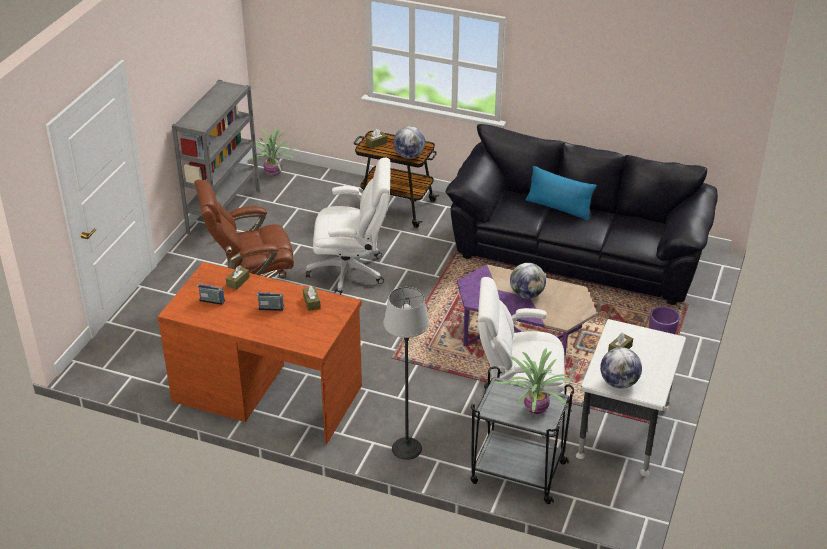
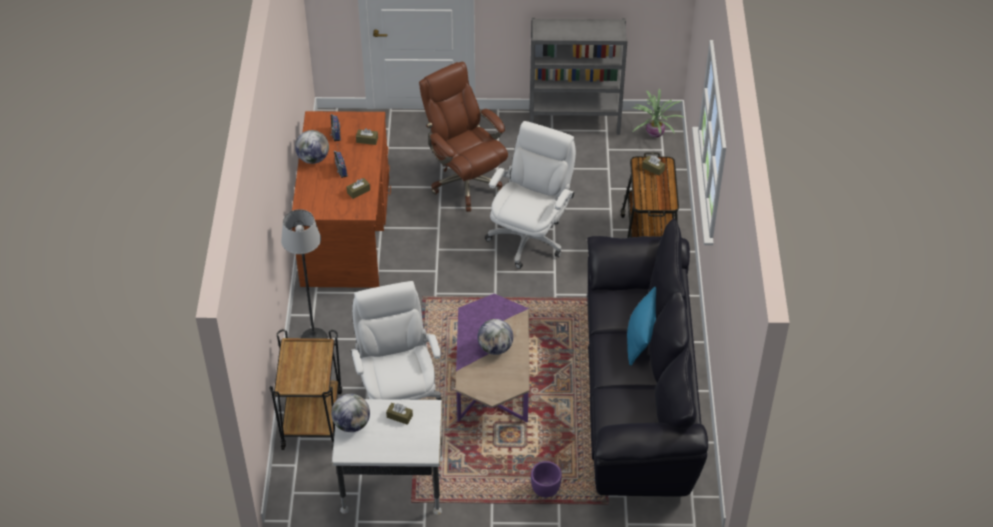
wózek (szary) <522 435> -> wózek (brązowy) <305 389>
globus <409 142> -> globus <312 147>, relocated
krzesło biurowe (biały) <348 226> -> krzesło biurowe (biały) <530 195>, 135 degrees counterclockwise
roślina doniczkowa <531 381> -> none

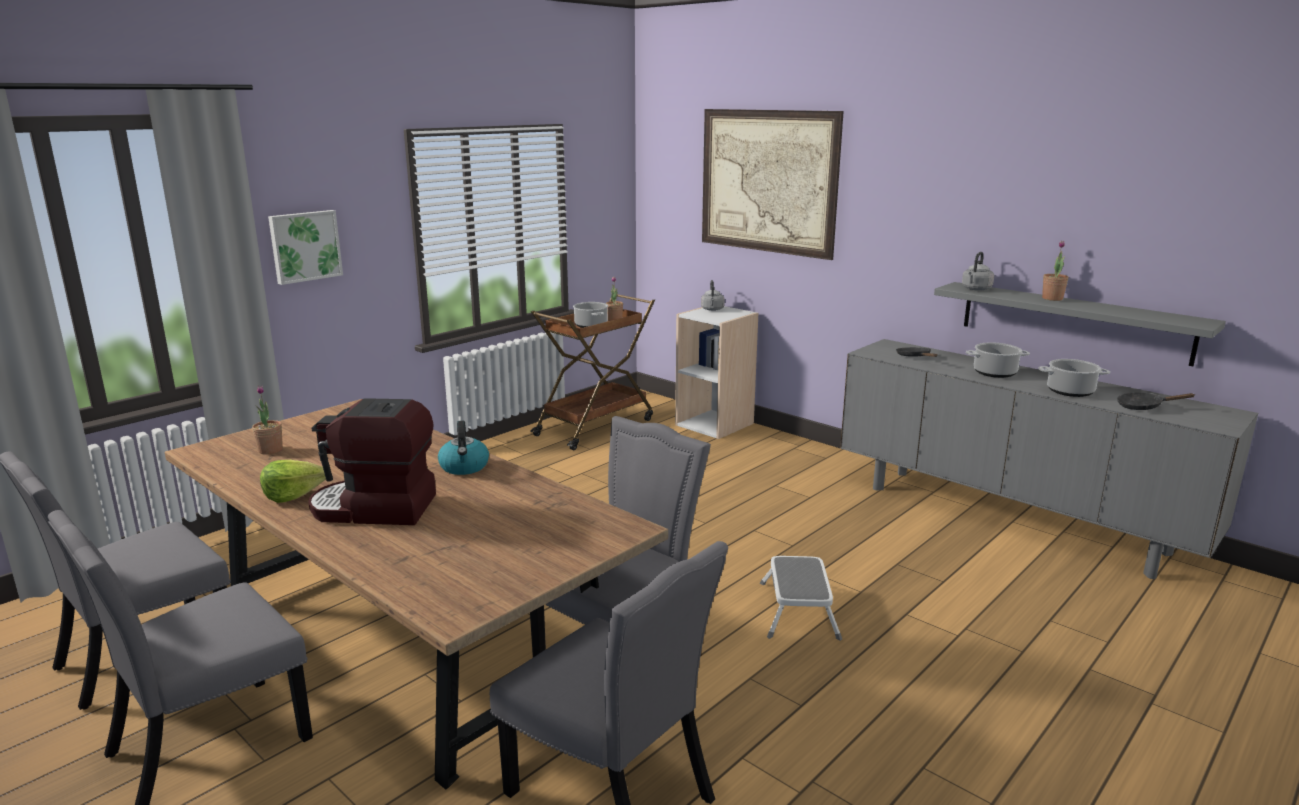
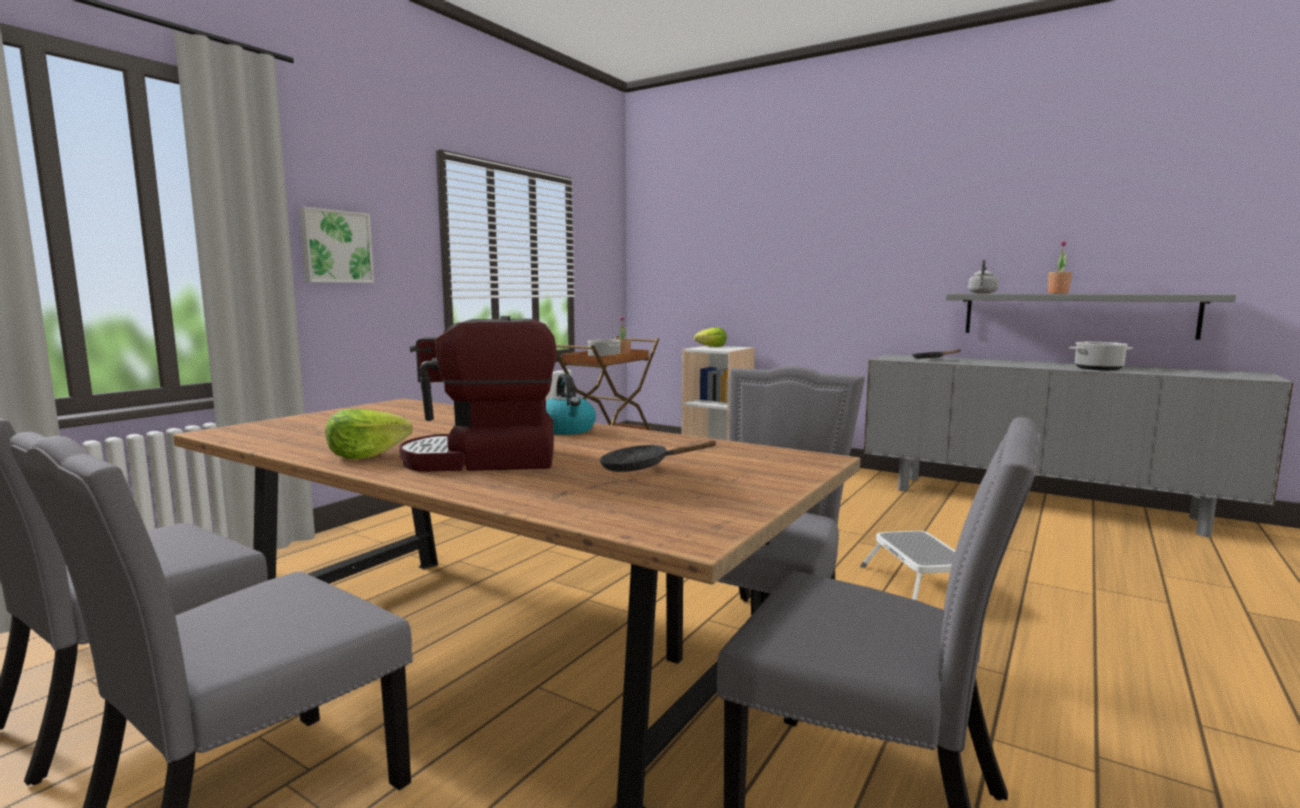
patelnia (czarny) <1155 401> -> patelnia (czarny) <658 456>, relocated
czajnik (szary) <713 295> -> sałata <710 337>
roślina doniczkowa <267 420> -> none
obraz <773 184> -> none
garnek <998 360> -> none

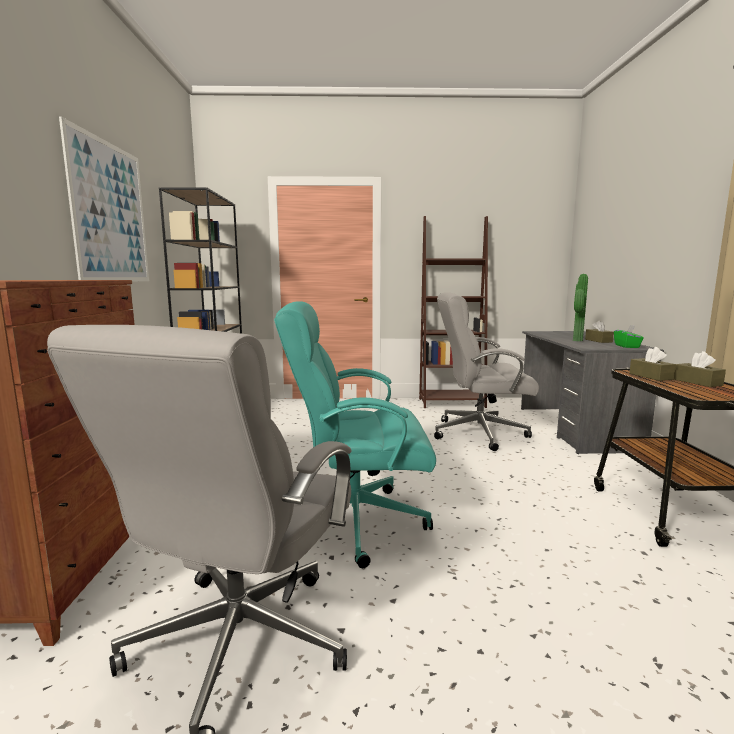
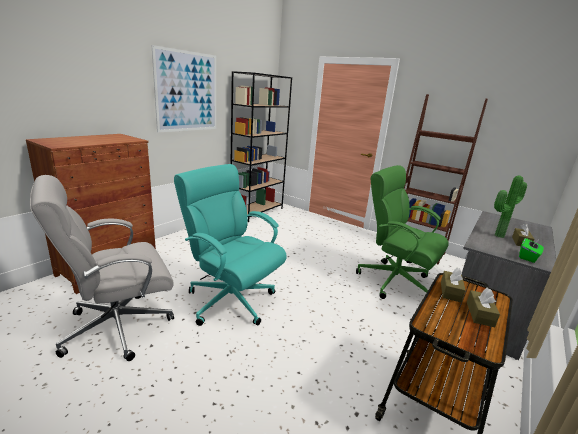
krzesło biurowe (szary) <486 371> -> krzesło biurowe (zielony) <402 232>

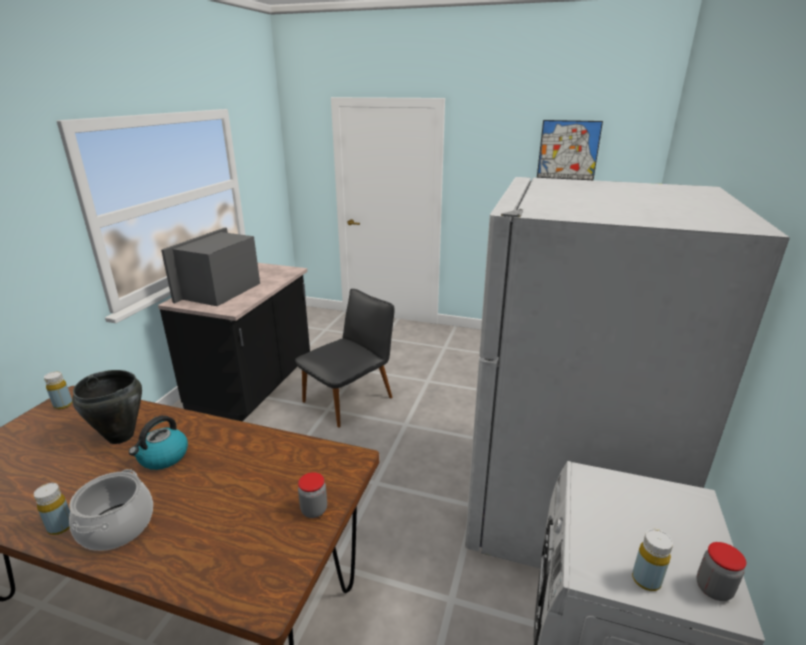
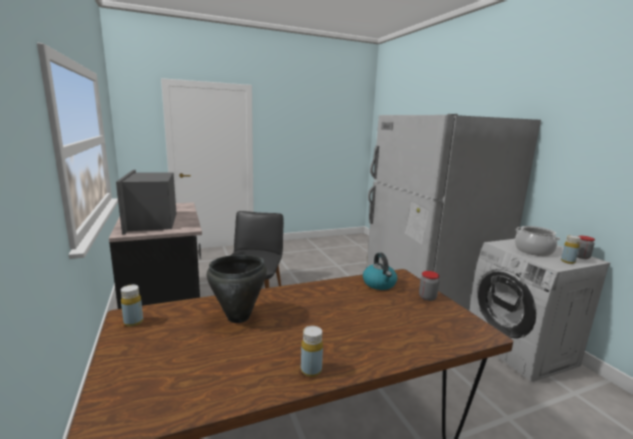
czajnik <158 442> -> czajnik <380 271>, relocated
garnek <111 510> -> garnek <537 241>, relocated
obraz <570 150> -> none

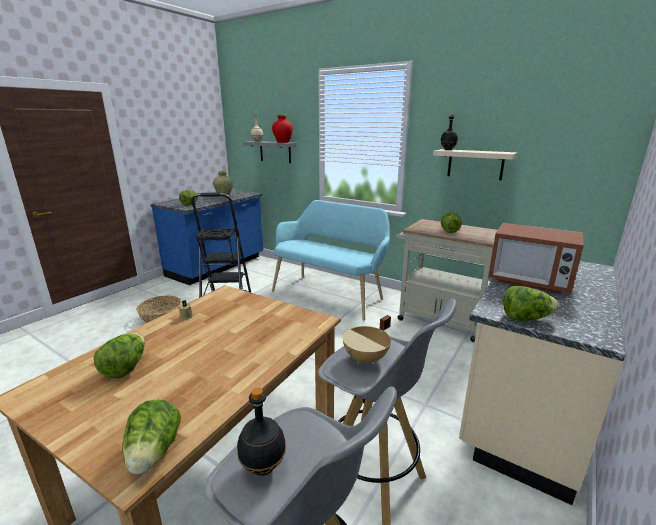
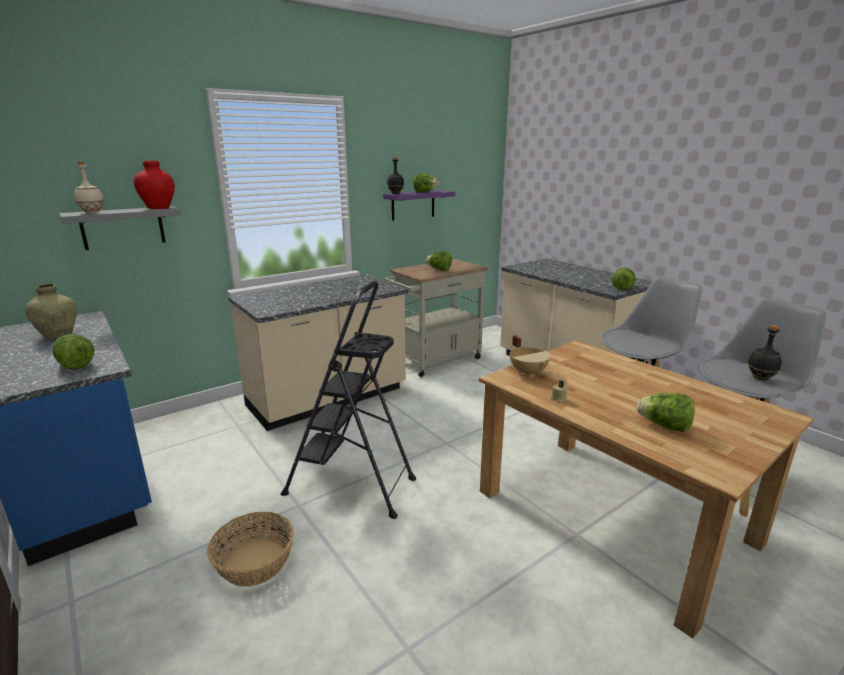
ławka (turkusowy) <331 260> -> zabudowa kuchenna (beżowy) <318 352>
półka (beżowy) <475 164> -> półka (fioletowy) <419 205>
sałata <151 436> -> sałata <426 182>, relocated
garnek (beżowy) <366 339> -> garnek (beżowy) <530 356>, relocated
mikrofalówka <536 258> -> none

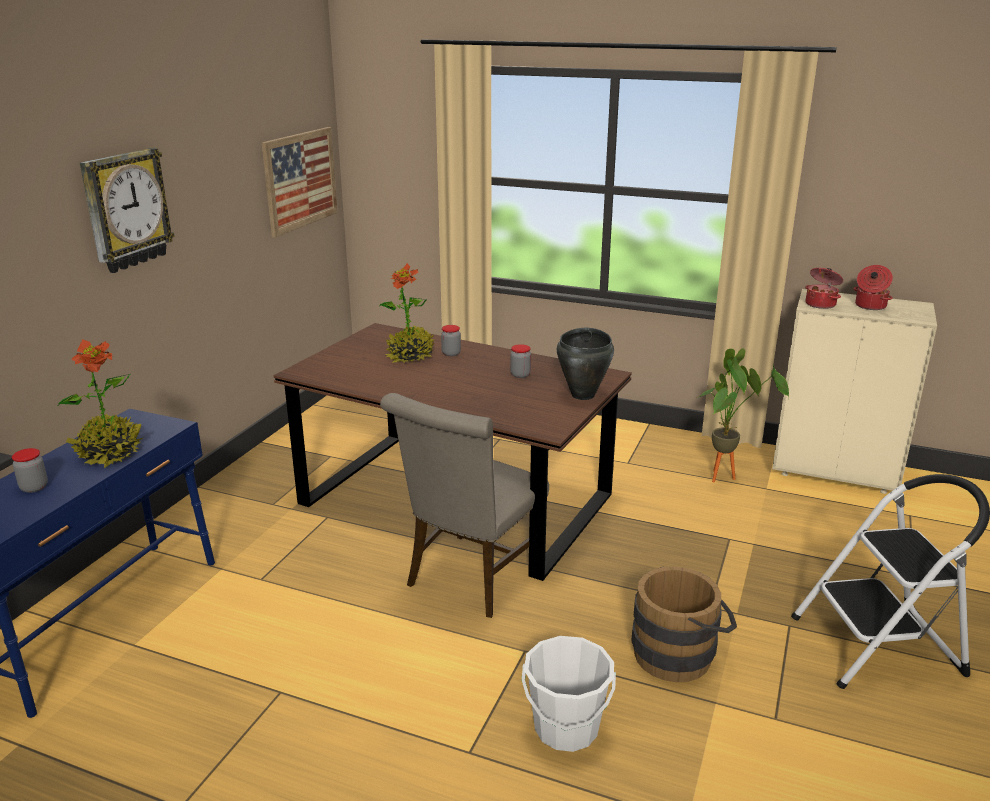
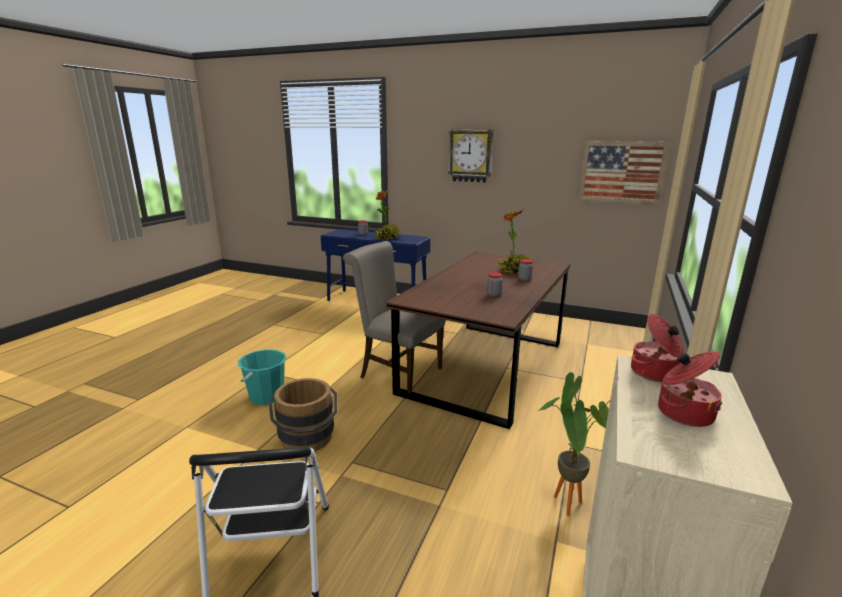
wiadro (biały) <569 694> -> wiadro (turkusowy) <262 377>
garnek (czarny) <585 364> -> none

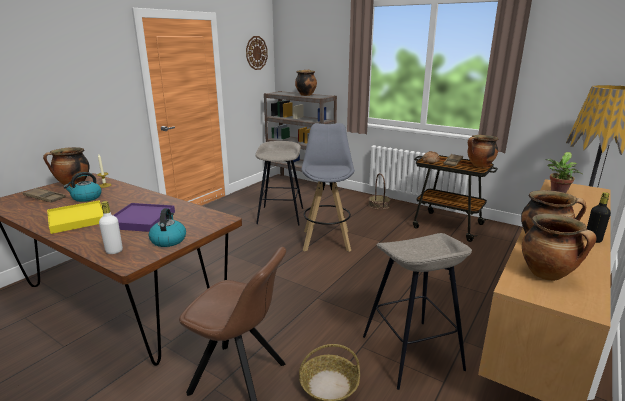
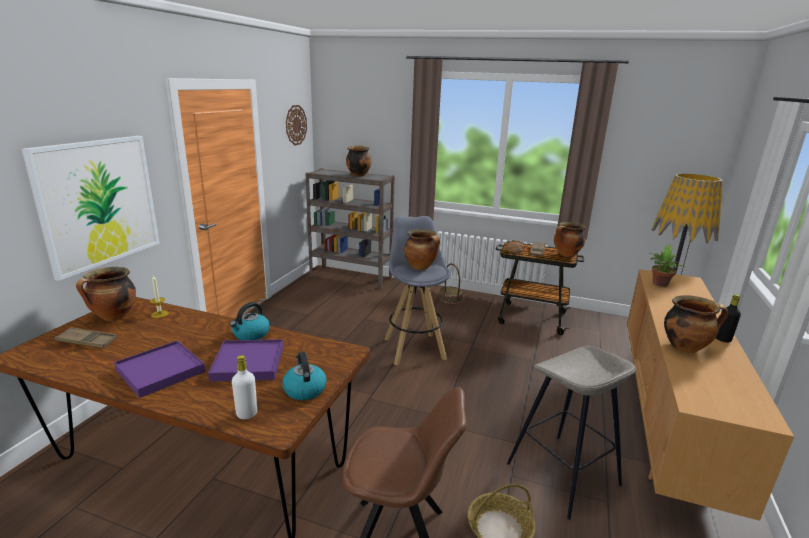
none -> obraz <91 208>
taca (żółty) <75 217> -> taca (fioletowy) <160 369>
czajnik <83 187> -> czajnik <250 321>, relocated
garnek <559 247> -> garnek <422 249>, relocated
stołek (szary) <279 183> -> none

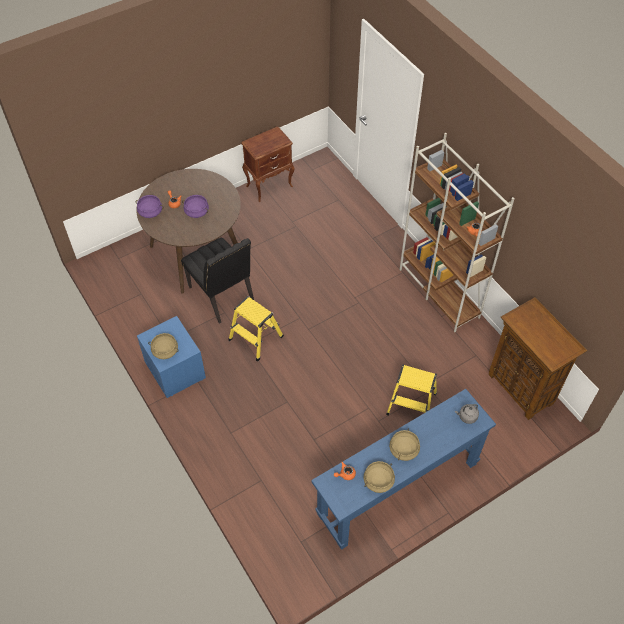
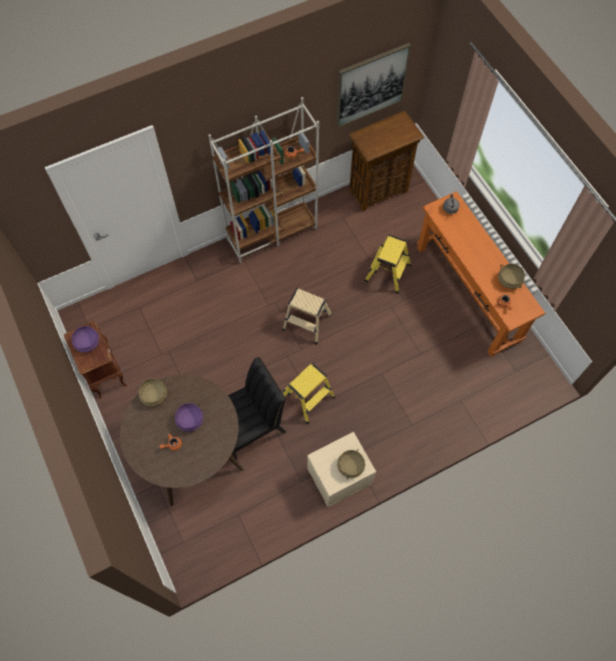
garnek (fioletowy) <150 206> -> garnek (fioletowy) <85 338>, relocated
garnek (beżowy) <404 444> -> garnek (beżowy) <152 392>, relocated
none -> drabinka (beżowy) <307 316>
szafka nocna (niebieski) <171 357> -> szafka nocna (beżowy) <341 469>
none -> obraz <373 85>
stolik konsolowy (niebieski) <403 469> -> stolik konsolowy (pomarańczowy) <481 274>

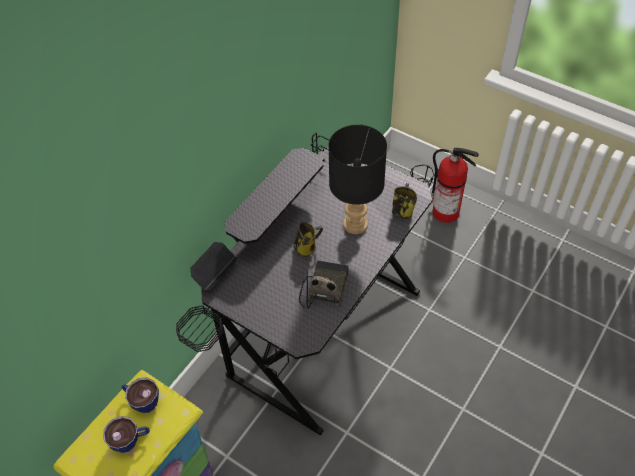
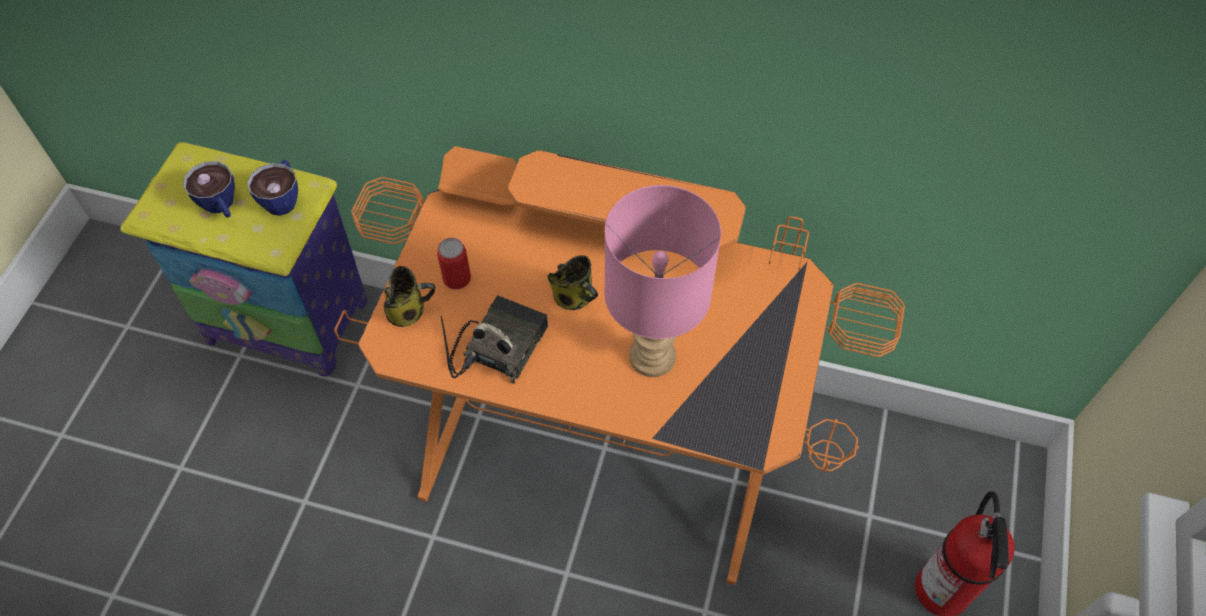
biurko (czarny) <305 279> -> biurko (pomarańczowy) <619 365>
kubek <404 201> -> kubek <409 296>, relocated
none -> puszka <454 263>
radio <324 285> -> radio <494 339>, 60 degrees counterclockwise
lampa stołowa (czarny) <357 179> -> lampa stołowa (różowy) <662 281>

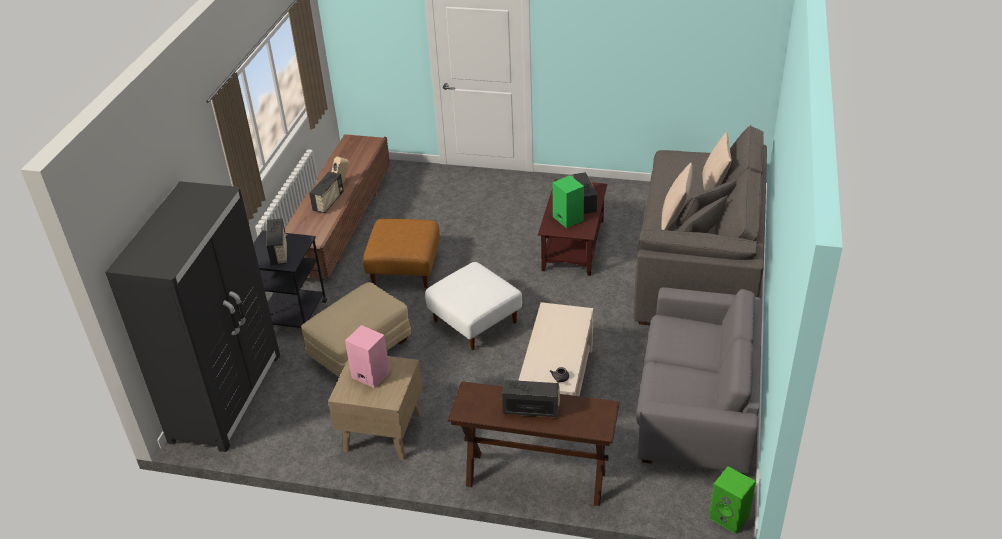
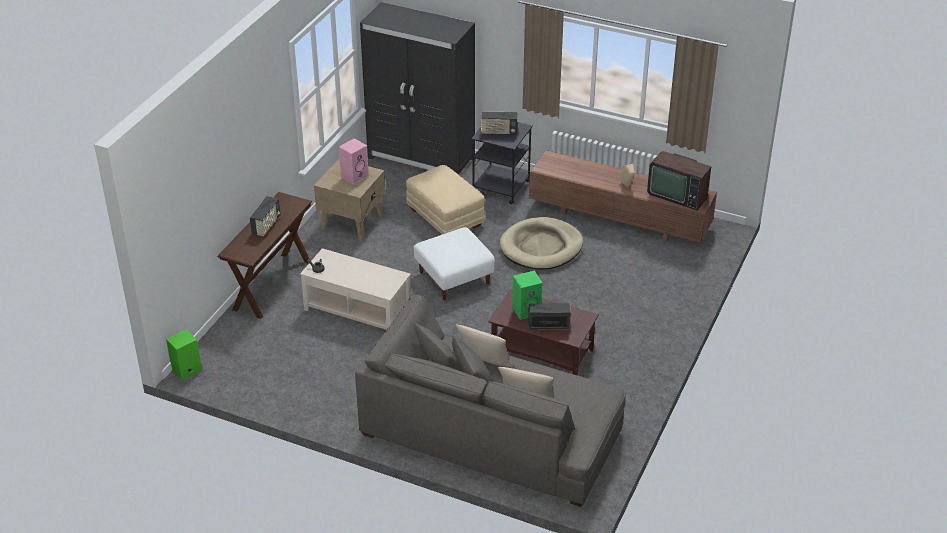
pufa (brązowy) <401 253> -> legowisko (beżowy) <541 243>
none -> telewizor <679 181>
radio <326 192> -> none
kanapa (szary) <699 380> -> none

